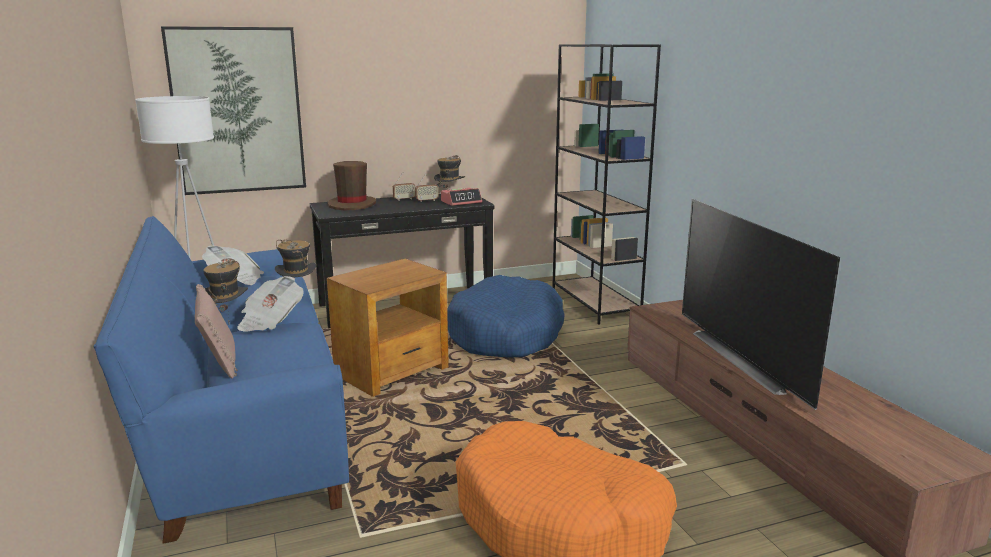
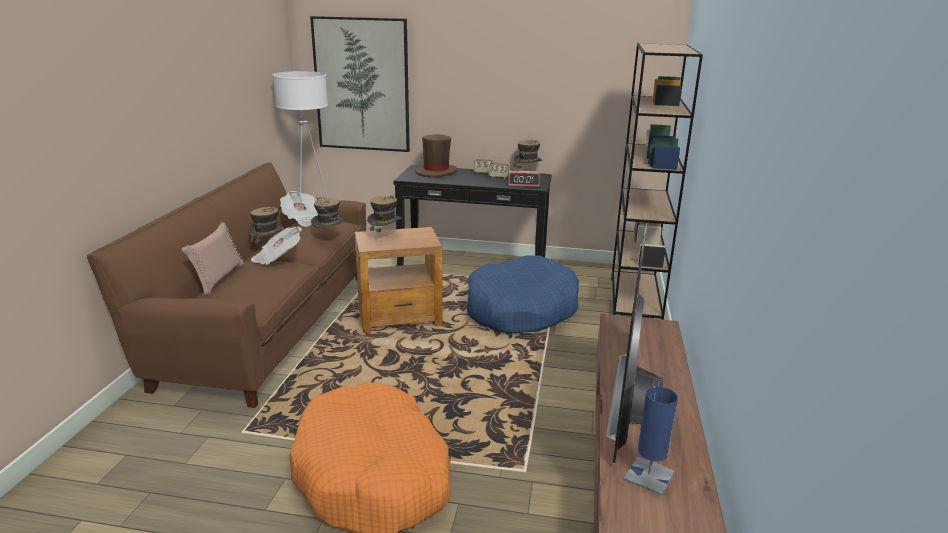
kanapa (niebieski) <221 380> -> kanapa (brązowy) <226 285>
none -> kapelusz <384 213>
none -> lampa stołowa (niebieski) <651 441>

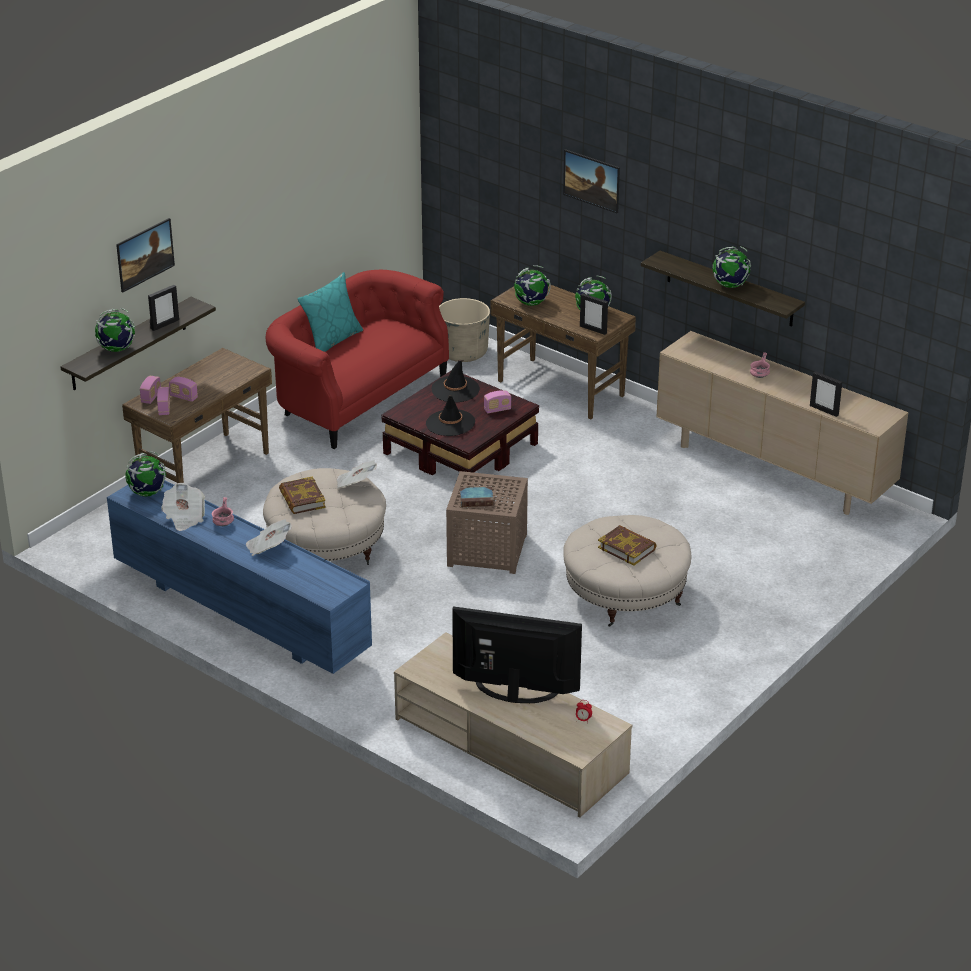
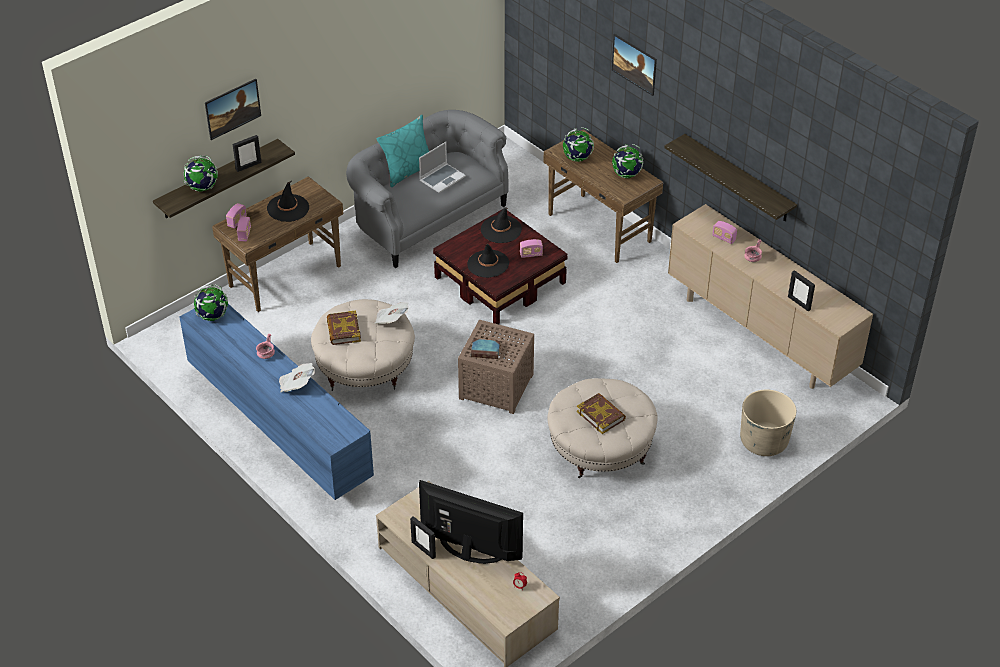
none -> kapelusz (czarny) <288 201>
kanapa (czerwony) <357 359> -> kanapa (szary) <427 189>
ramka na zdjęcie <594 314> -> ramka na zdjęcie <423 537>, relocated
none -> laptop <442 167>
radio <183 389> -> radio <724 232>, relocated
donica (beżowy) <464 330> -> donica (beżowy) <768 423>, relocated
gazeta <183 507> -> none
globus <732 267> -> none

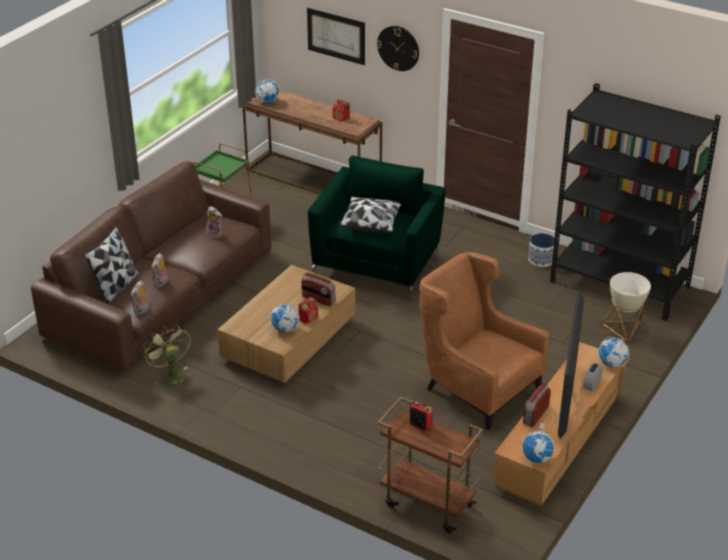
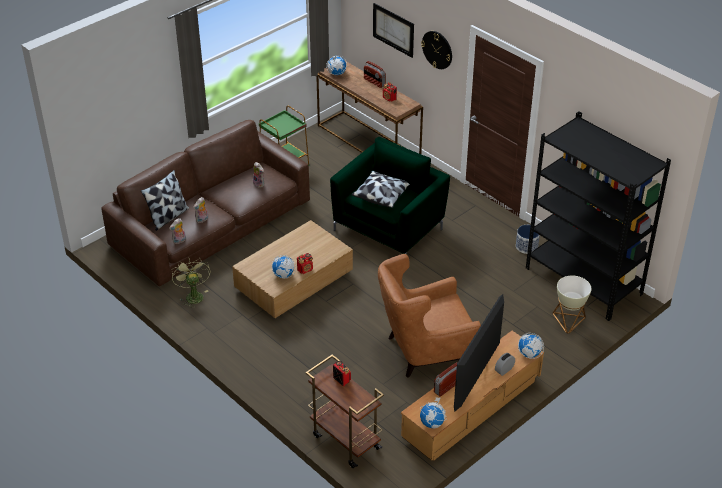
radio <318 289> -> radio <375 74>, relocated
fotel (brązowy) <484 341> -> fotel (brązowy) <429 316>, 75 degrees counterclockwise

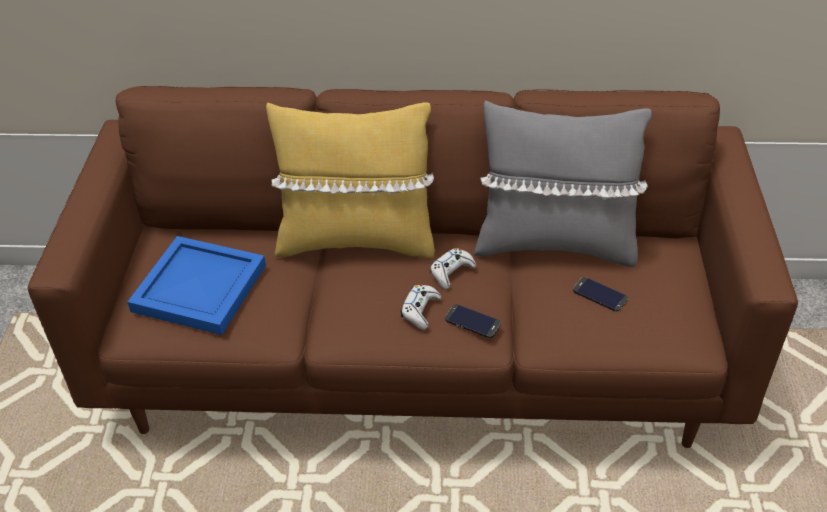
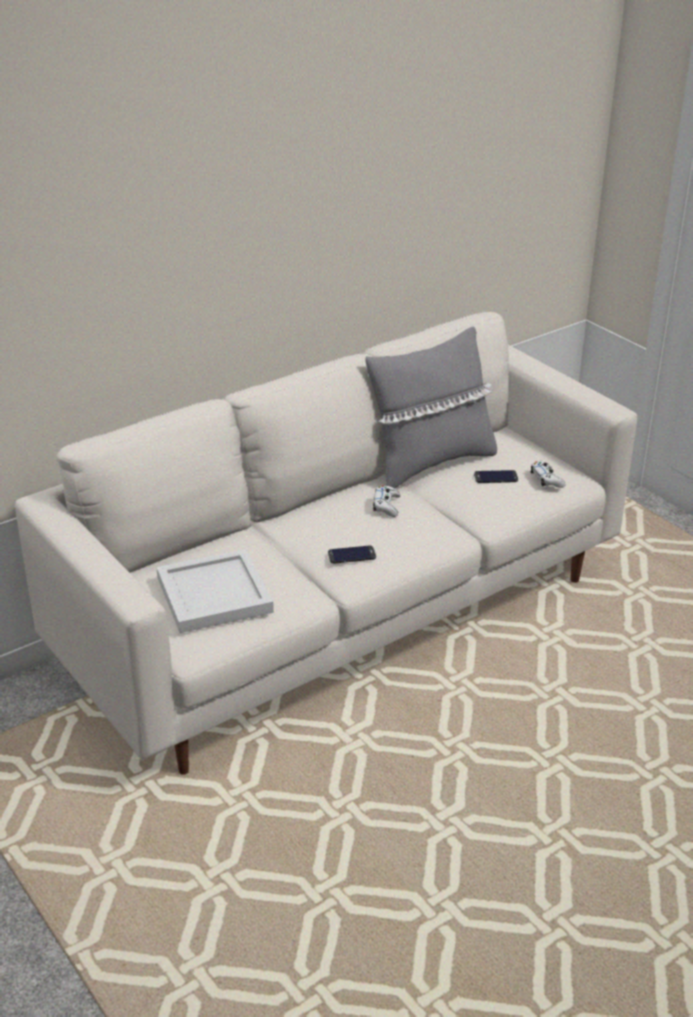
kanapa (brązowy) <413 267> -> kanapa (biały) <326 543>
taca (niebieski) <196 285> -> taca (biały) <215 591>
telefon <473 321> -> telefon <352 554>, relocated
pad do gier (biały) <421 307> -> pad do gier (biały) <548 474>, relocated
poduszka (żółty) <350 180> -> none

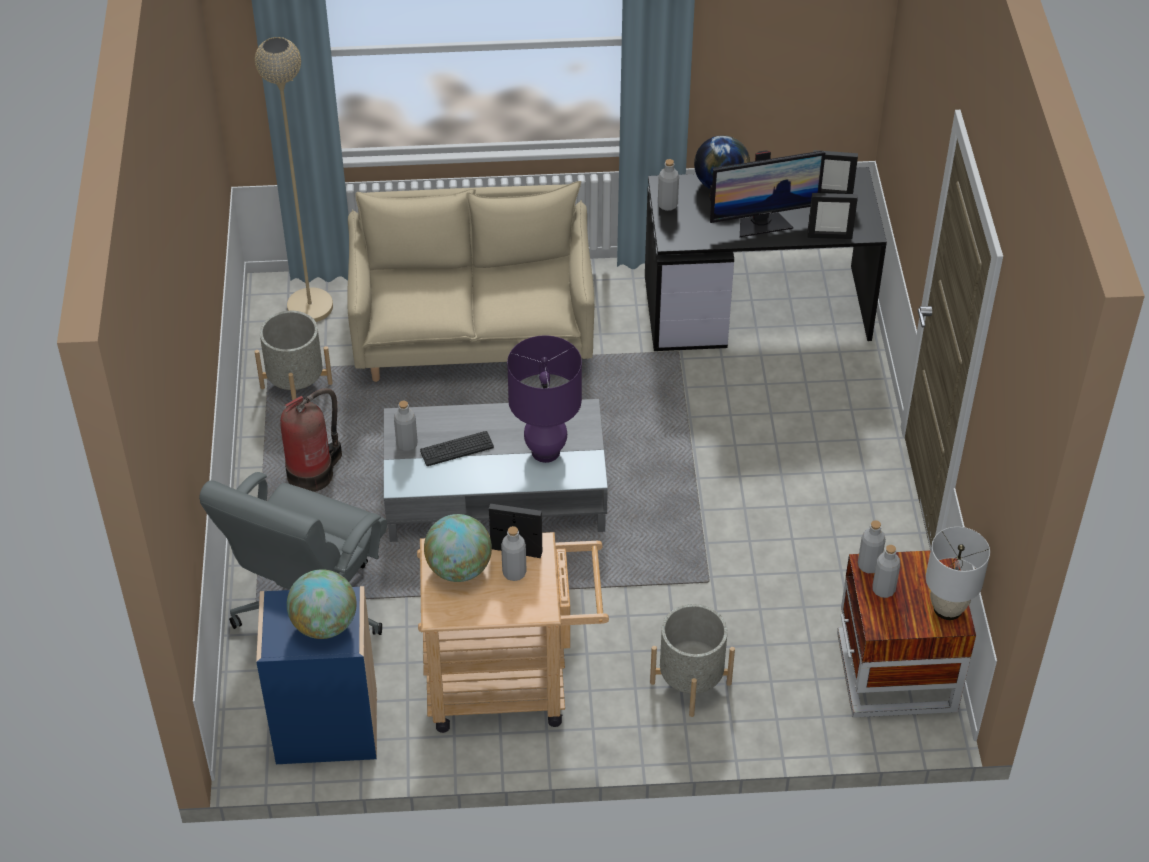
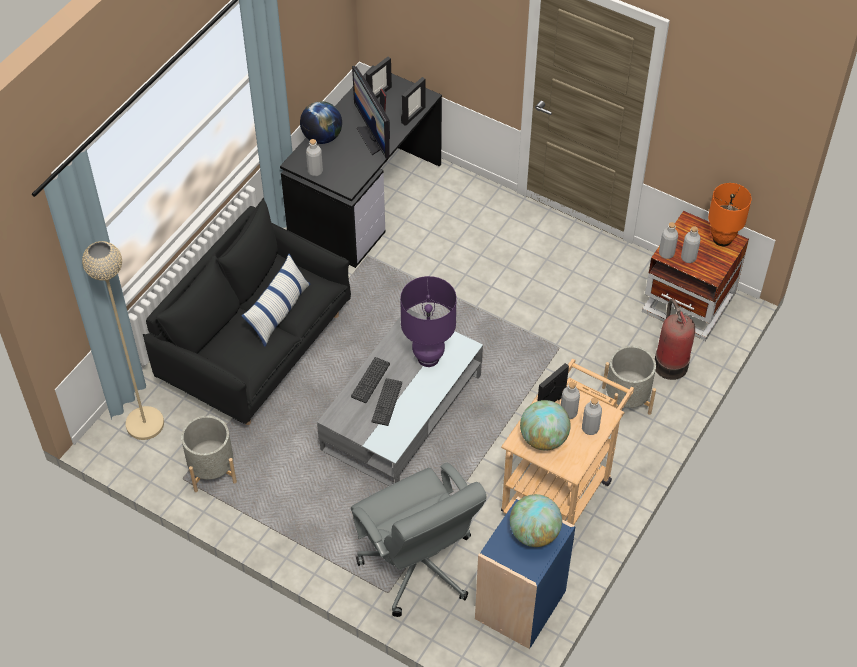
kanapa (beżowy) <470 281> -> kanapa (czarny) <247 311>
none -> poduszka <276 300>
none -> klawiatura <370 380>
monitor <767 193> -> monitor <371 112>, 135 degrees clockwise
butelka (szary) <405 426> -> butelka (szary) <592 416>, relocated
gaśnica <311 440> -> gaśnica <675 339>, relocated
lampa stołowa (biały) <958 573> -> lampa stołowa (pomarańczowy) <729 214>

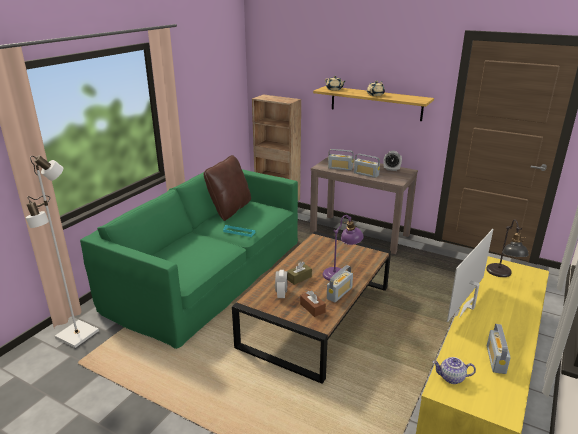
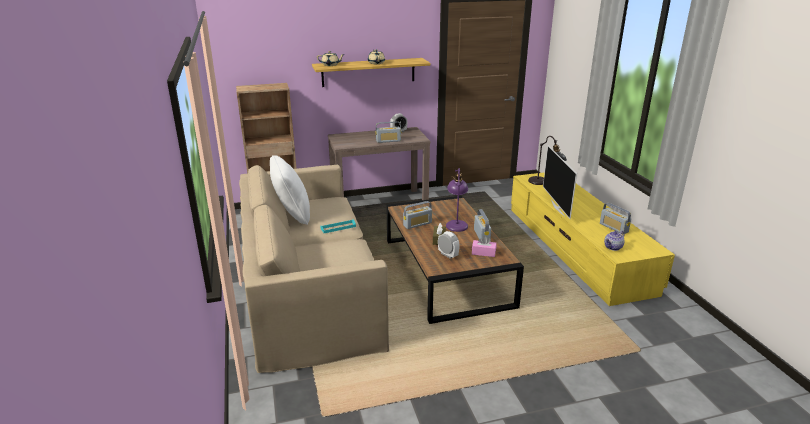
kanapa (zielony) <189 259> -> kanapa (beżowy) <314 269>
poduszka (brązowy) <227 188> -> poduszka (biały) <290 190>
radio <341 160> -> radio <417 215>, relocated
pudełko chusteczek (brązowy) <313 303> -> pudełko chusteczek (różowy) <484 246>
lampa stojąca (biały) <62 251> -> none

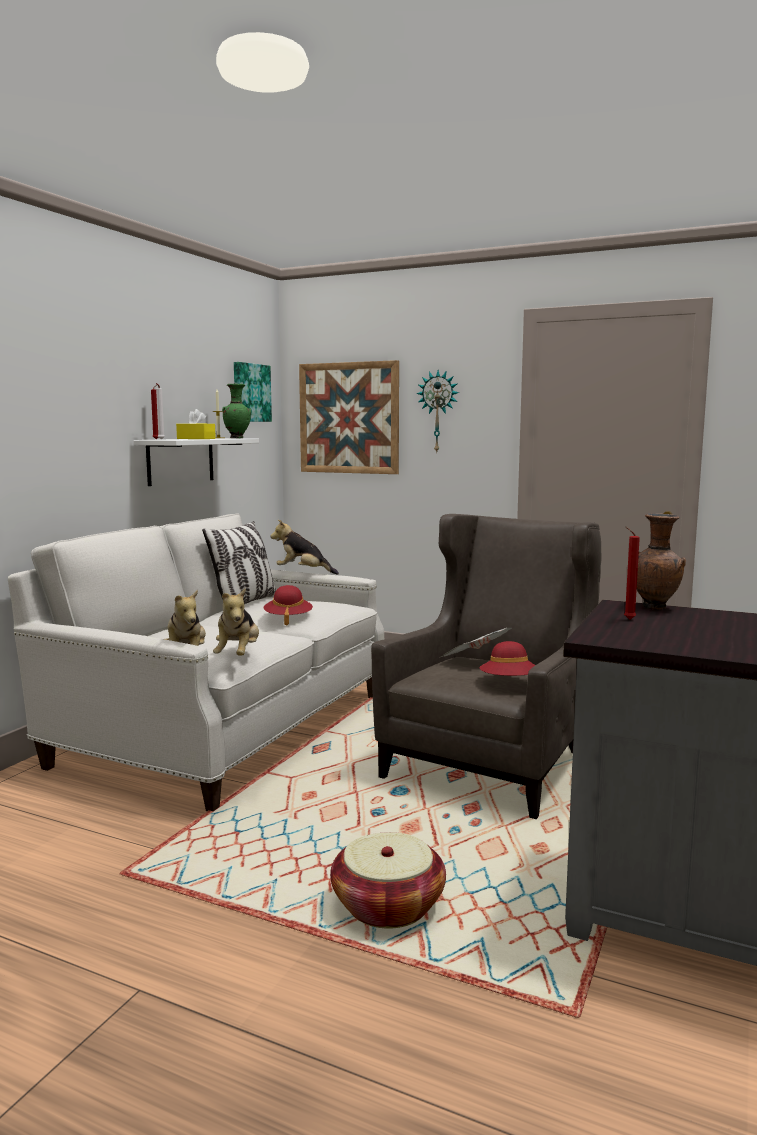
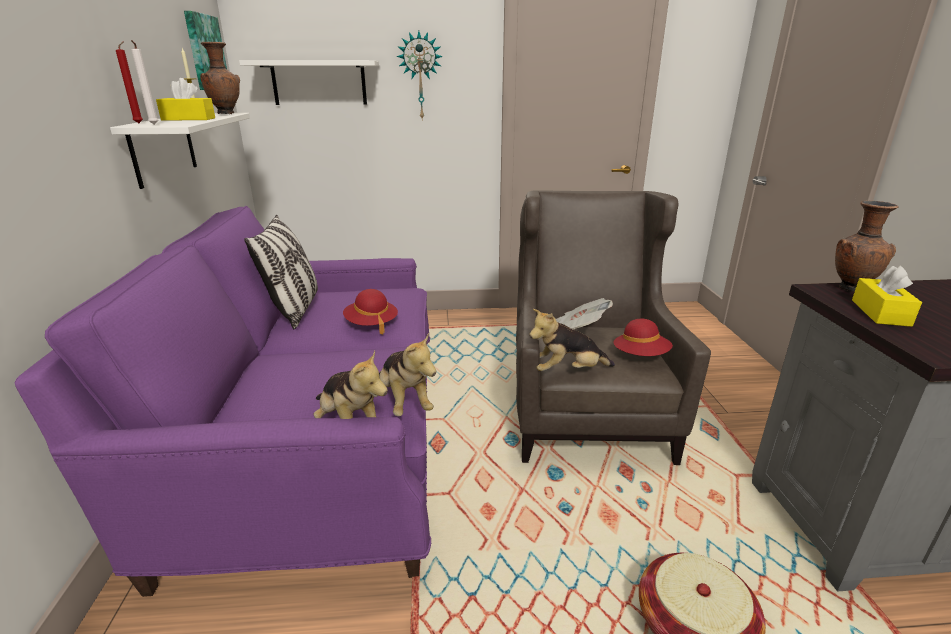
kanapa (biały) <196 662> -> kanapa (fioletowy) <223 401>
wazon (zielony) <236 411> -> wazon (brązowy) <220 78>
obraz <349 417> -> półka (biały) <309 82>
pluszak <304 547> -> pluszak <572 340>, relocated
świeca (czerwony) <632 573> -> pudełko chusteczek (żółty) <887 296>

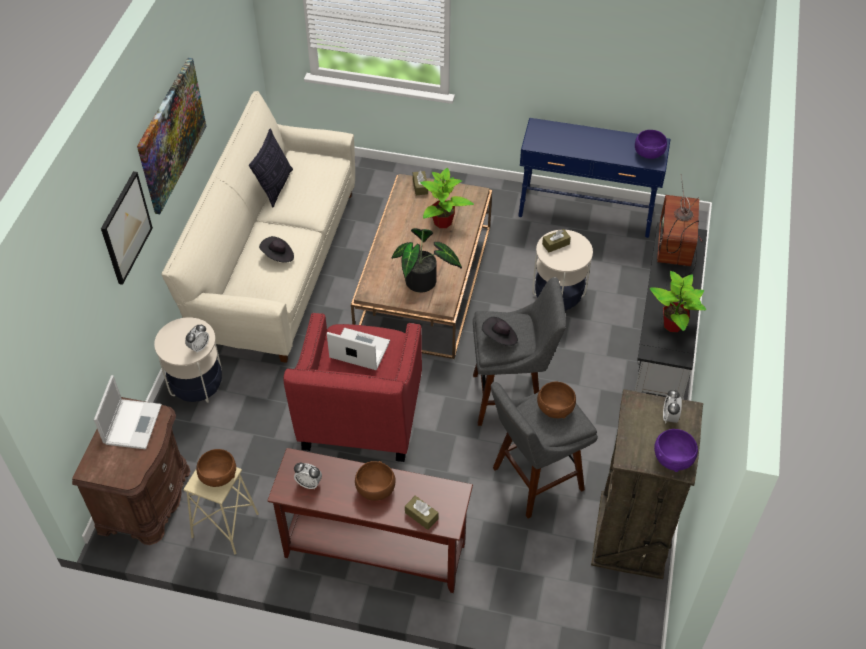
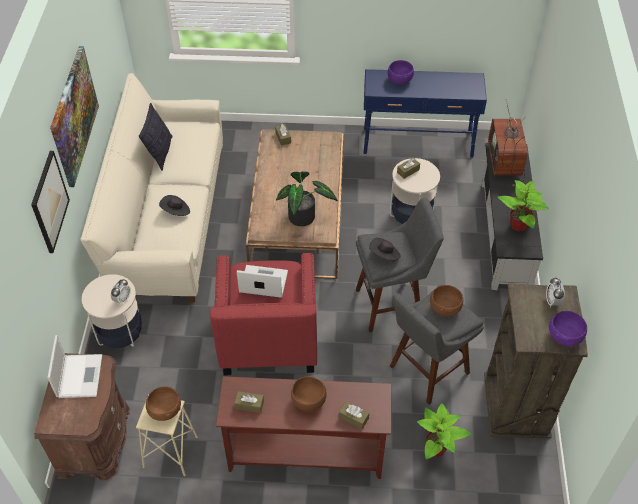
budzik <308 476> -> pudełko chusteczek (brązowy) <249 402>
miska (fioletowy) <651 144> -> miska (fioletowy) <401 72>, relocated
roślina doniczkowa <447 198> -> roślina doniczkowa <444 431>, relocated

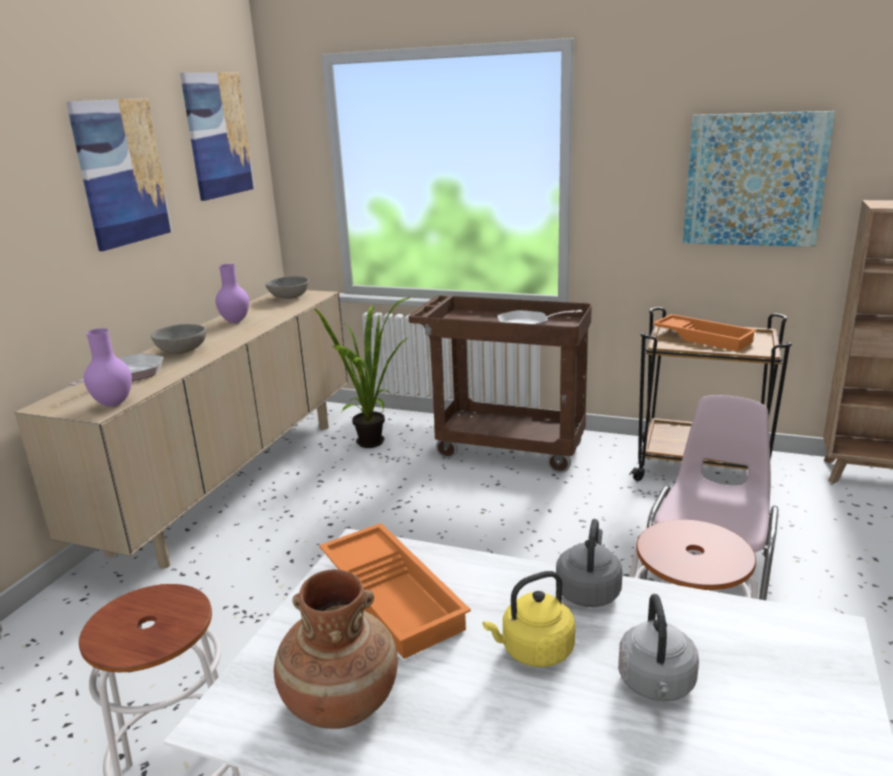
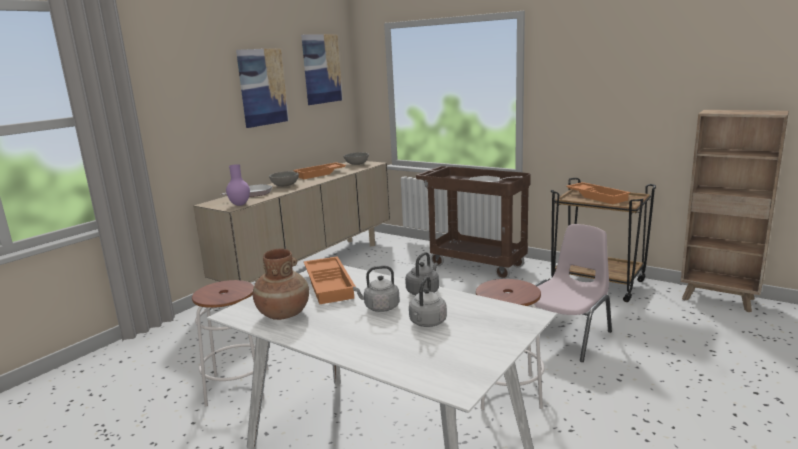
wazon (fioletowy) <232 293> -> taca (pomarańczowy) <319 170>
czajnik (żółty) <529 619> -> czajnik (szary) <376 289>
roślina doniczkowa <362 372> -> none
obraz <759 179> -> none

